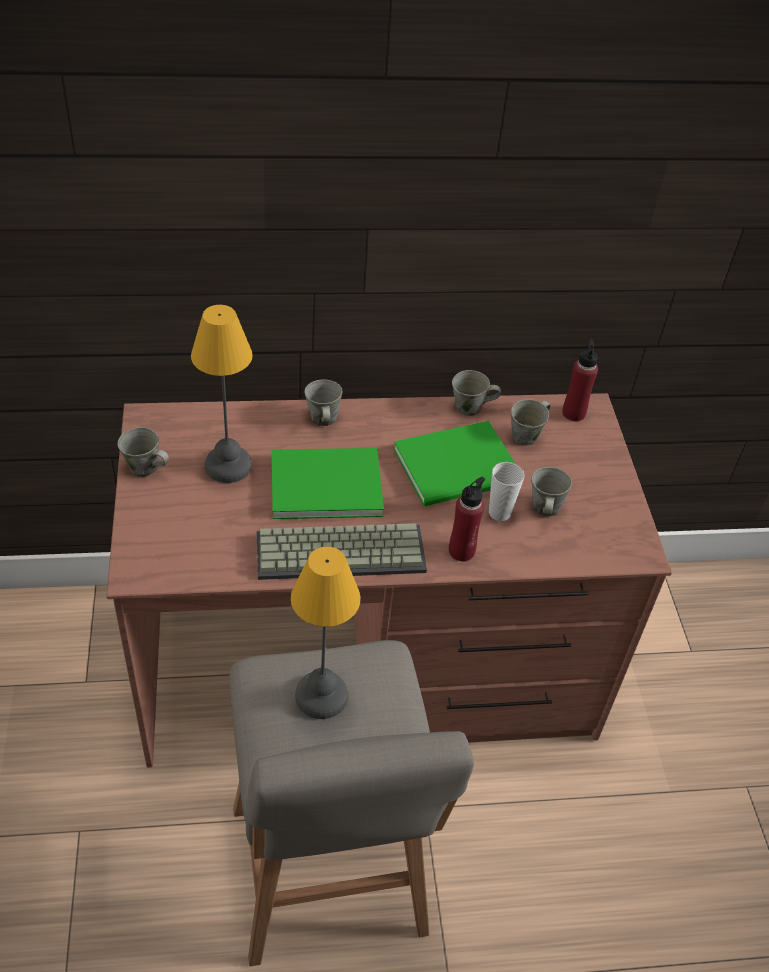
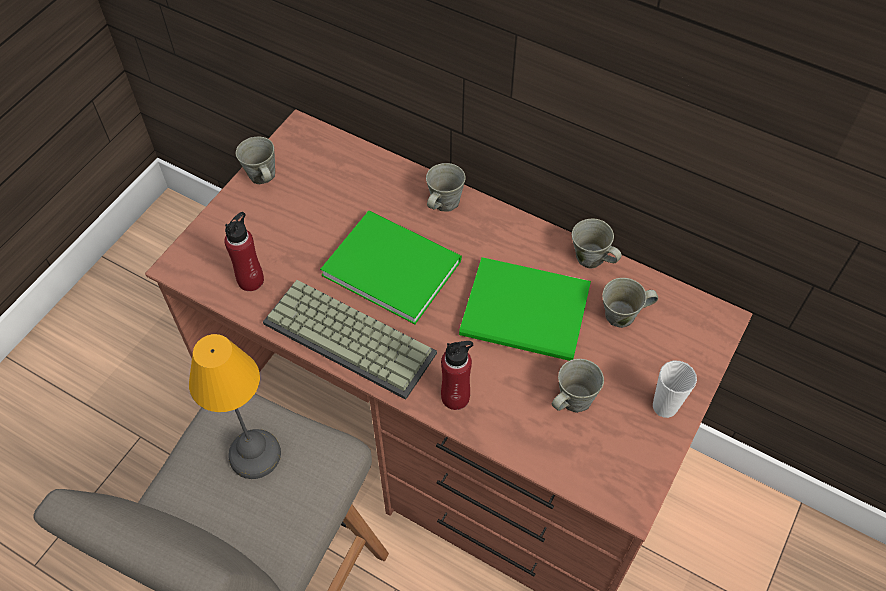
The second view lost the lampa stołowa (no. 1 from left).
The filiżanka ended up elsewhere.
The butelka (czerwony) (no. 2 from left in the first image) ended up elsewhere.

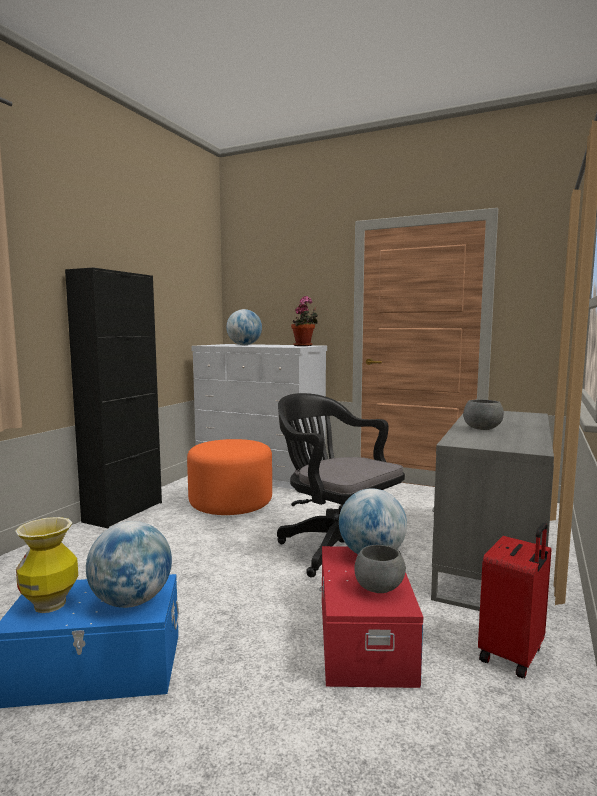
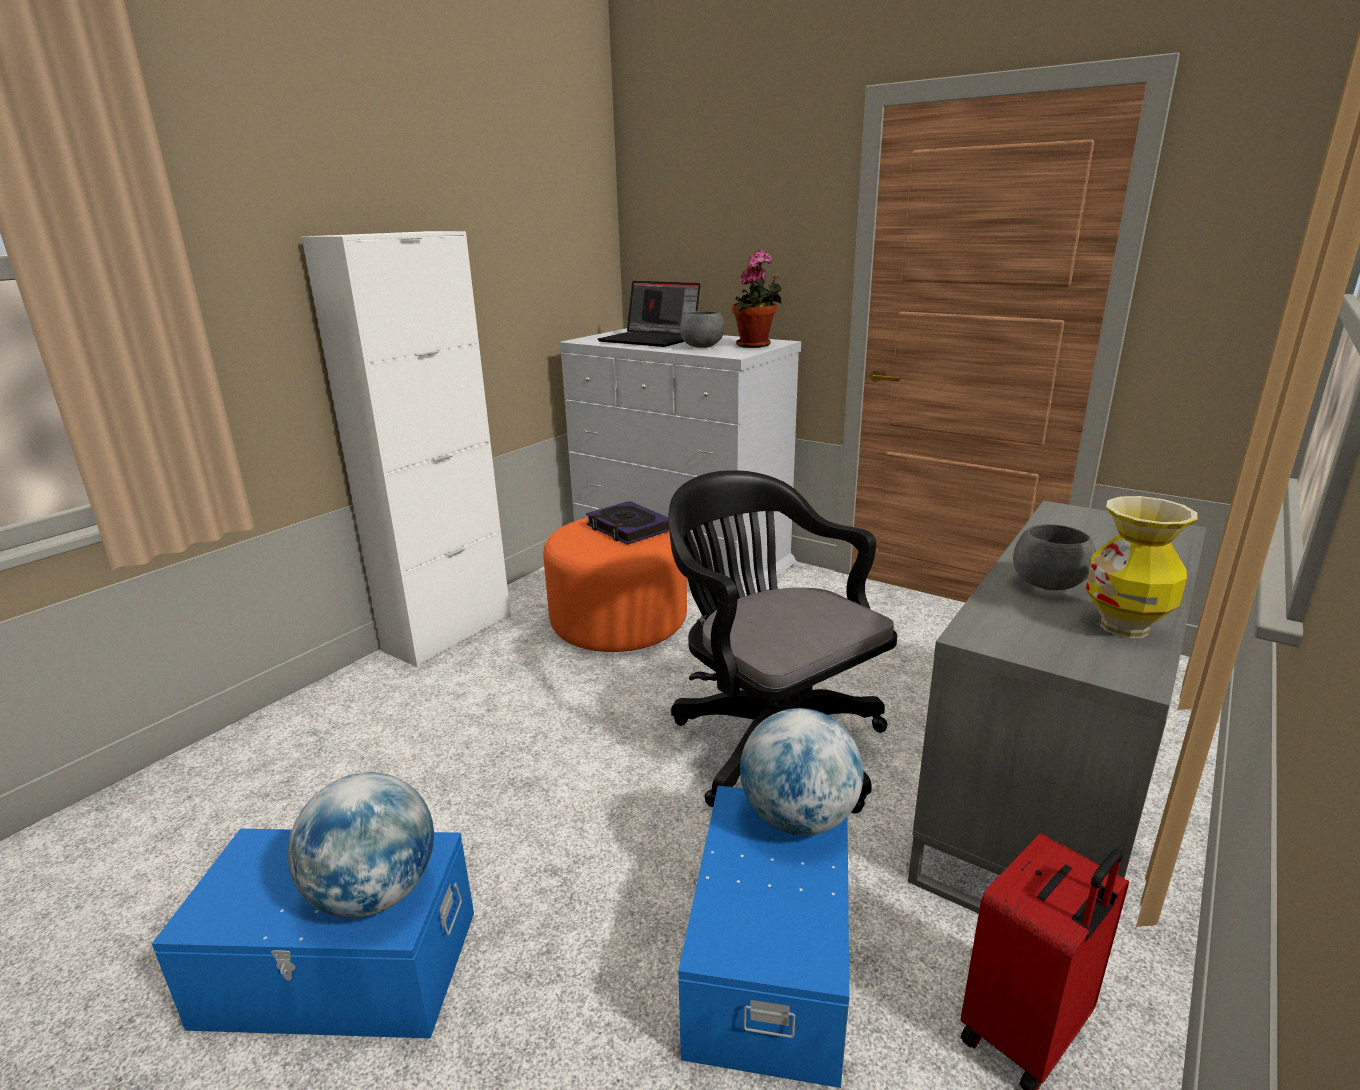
The wazon ended up elsewhere.
What was the szafka (czarny) turned into the szafka (biały).
Where the globus (no. 2 from left) stood, the laptop came to stand.
What was the pojemnik do przechowywania (czerwony) turned into the pojemnik do przechowywania (niebieski) (no. 2 from left).
The miska (szary) (no. 1 from left) ended up elsewhere.
The second view gained the książka.

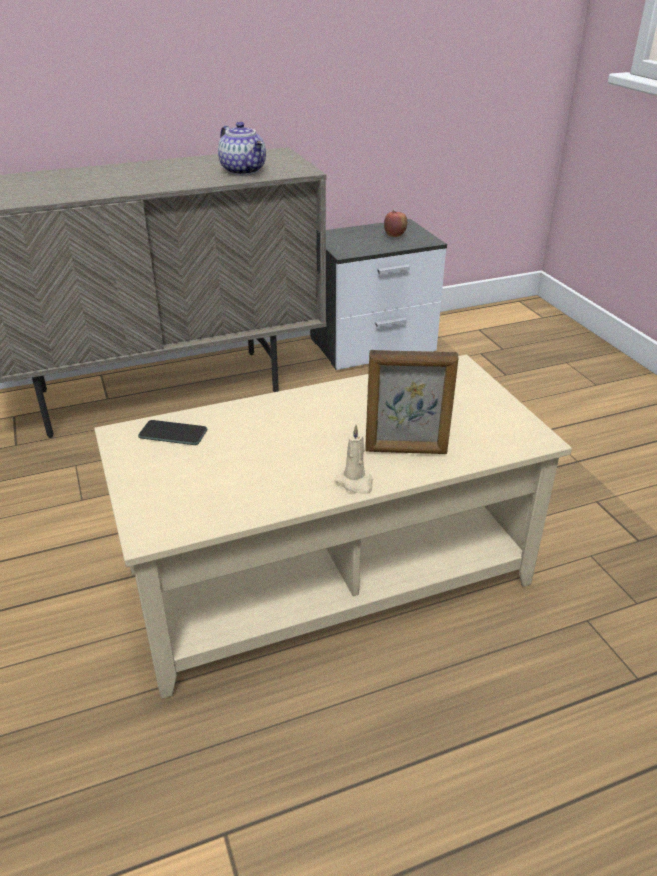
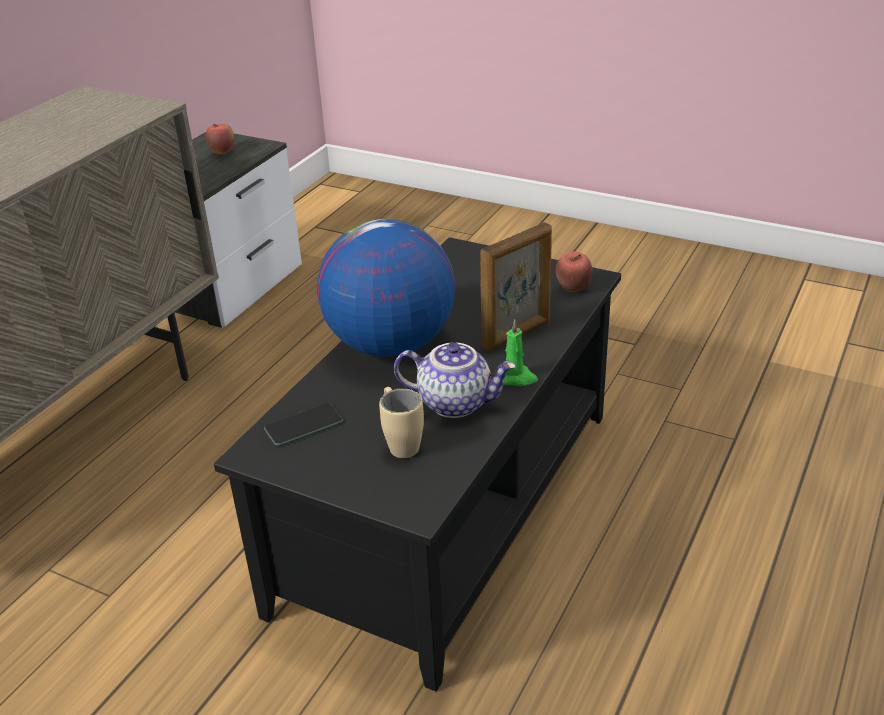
What was the ława (beżowy) turned into the ława (czarny).
The imbryk ended up elsewhere.
What was the świeca (beżowy) turned into the świeca (zielony).
The second view gained the globus.
The second view gained the kubek (beżowy).
The second view gained the jabłko (no. 2 from left).

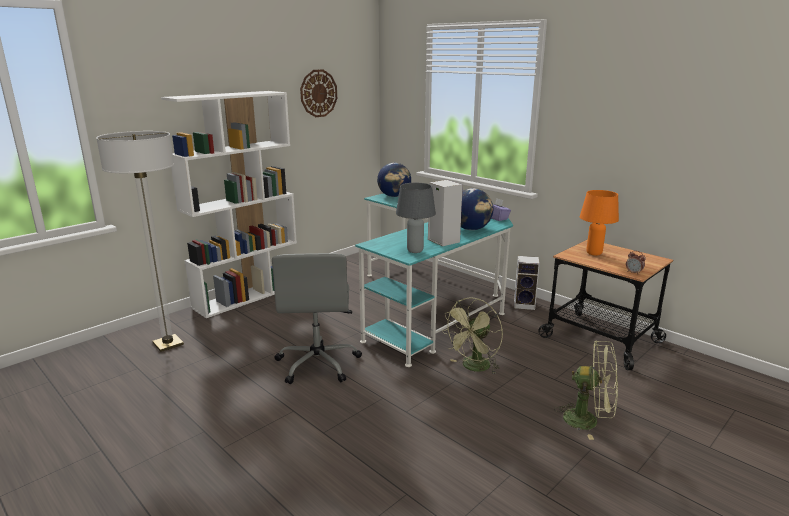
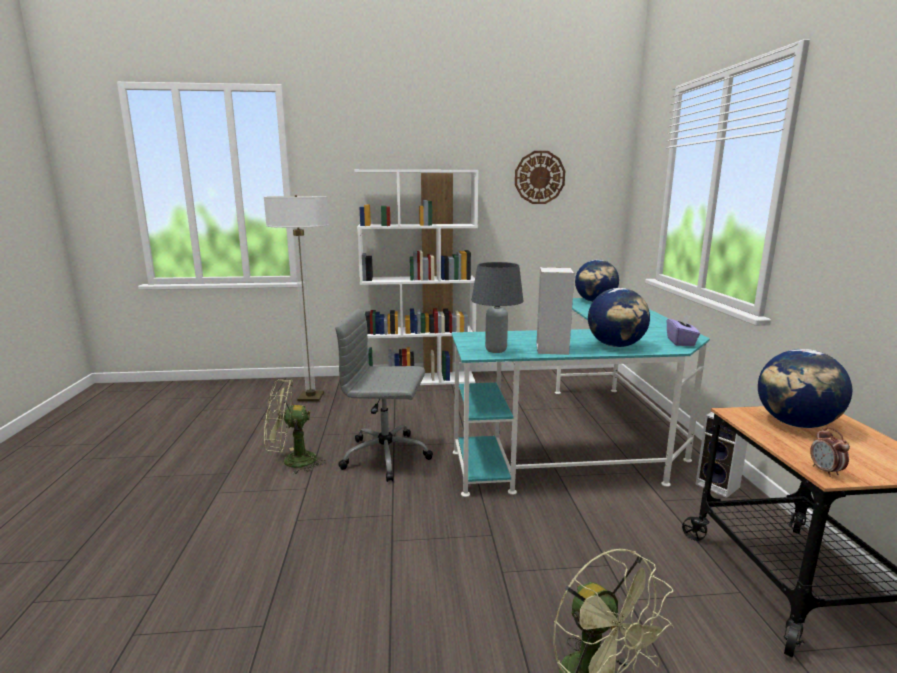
The krzesło biurowe (szary) ended up facing another way, 60 degrees clockwise from before.
The wentylator (zielony) (no. 1 from left) ended up elsewhere.
Where the lampa stołowa (pomarańczowy) stood, the globus (no. 3 from left) came to stand.

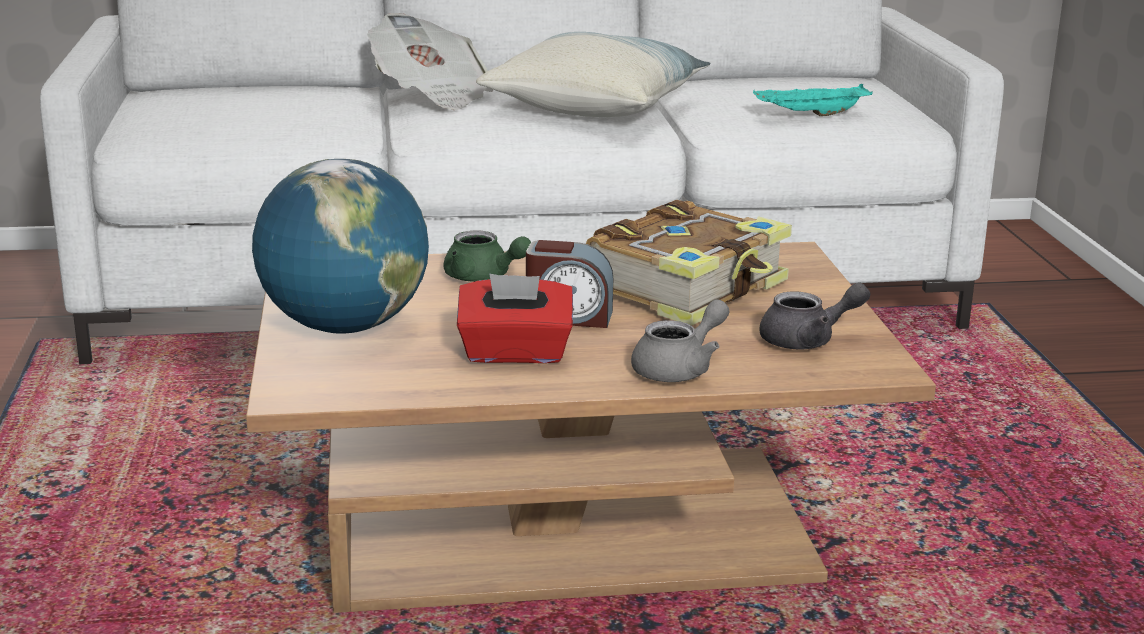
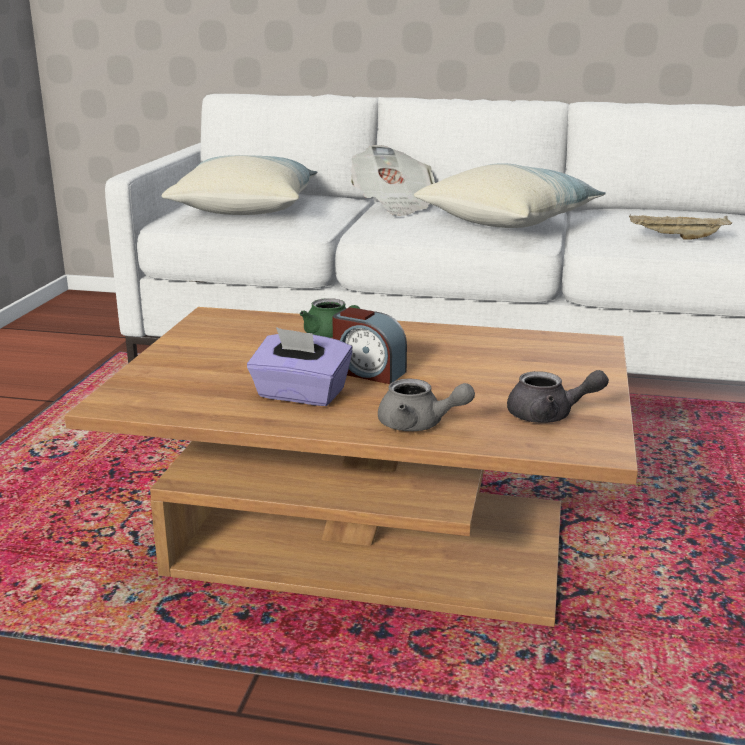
The second view lost the globus.
What was the pudełko chusteczek (czerwony) turned into the pudełko chusteczek (fioletowy).
The second view lost the książka.
The imbryk (szary) (no. 1 from left) ended up facing another way, 45 degrees clockwise from before.
What was the taca (turkusowy) turned into the taca (beżowy).
The second view gained the poduszka (no. 1 from left).

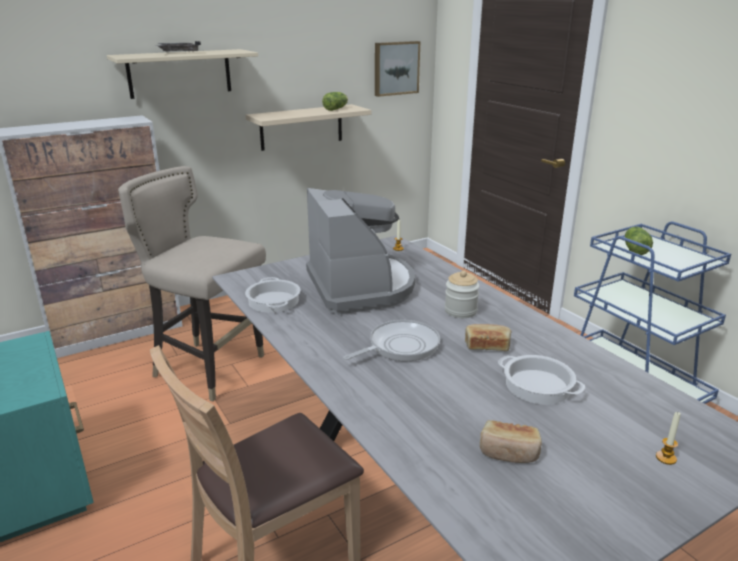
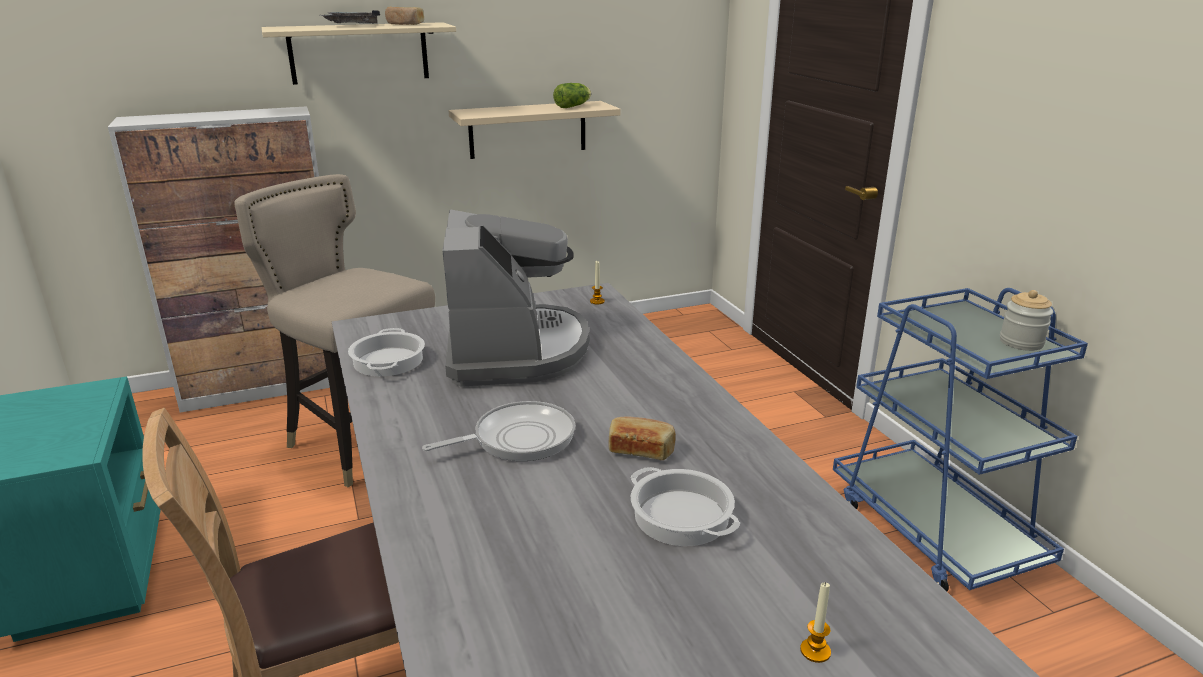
The second view lost the obraz.
The słoik ended up elsewhere.
The chleb (no. 2 from left in the first image) ended up elsewhere.
The second view lost the sałata (no. 2 from left).

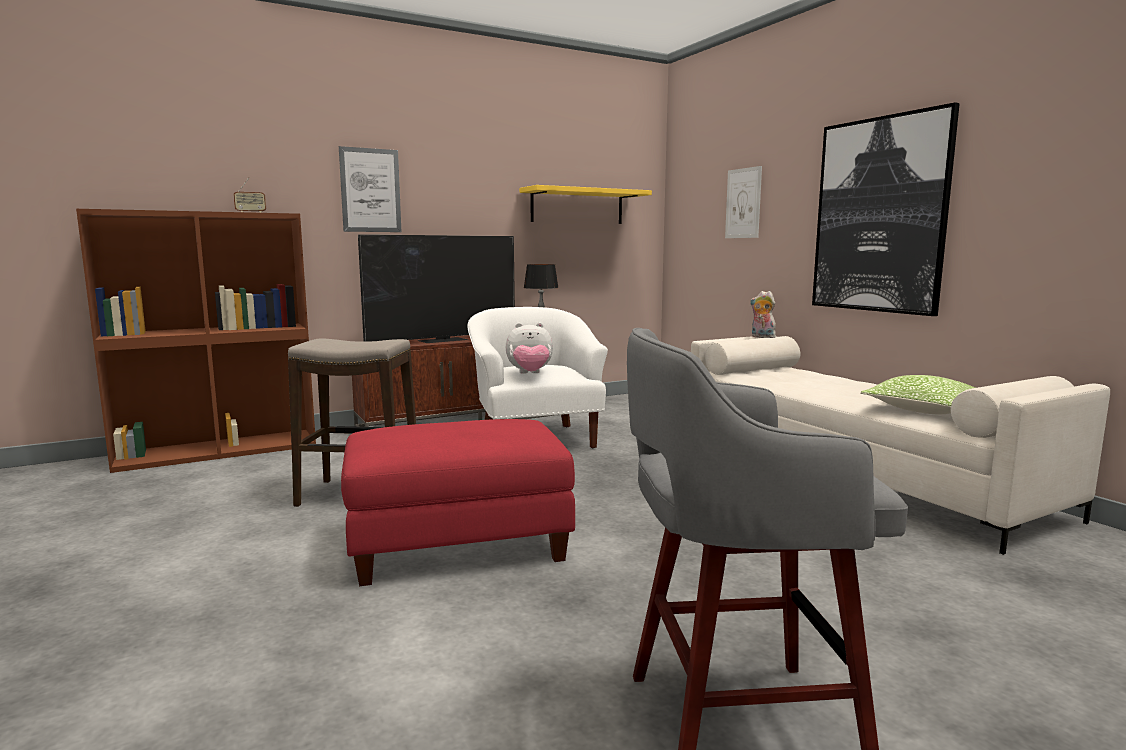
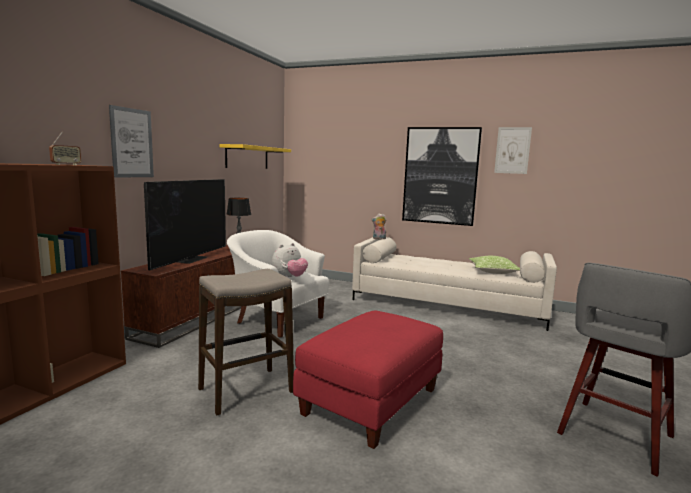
The obraz (no. 2 from left in the first image) ended up elsewhere.

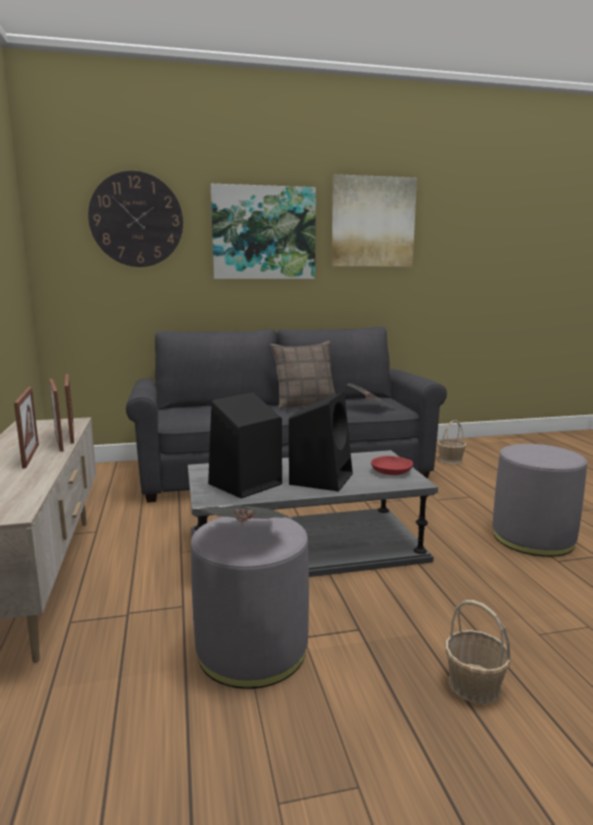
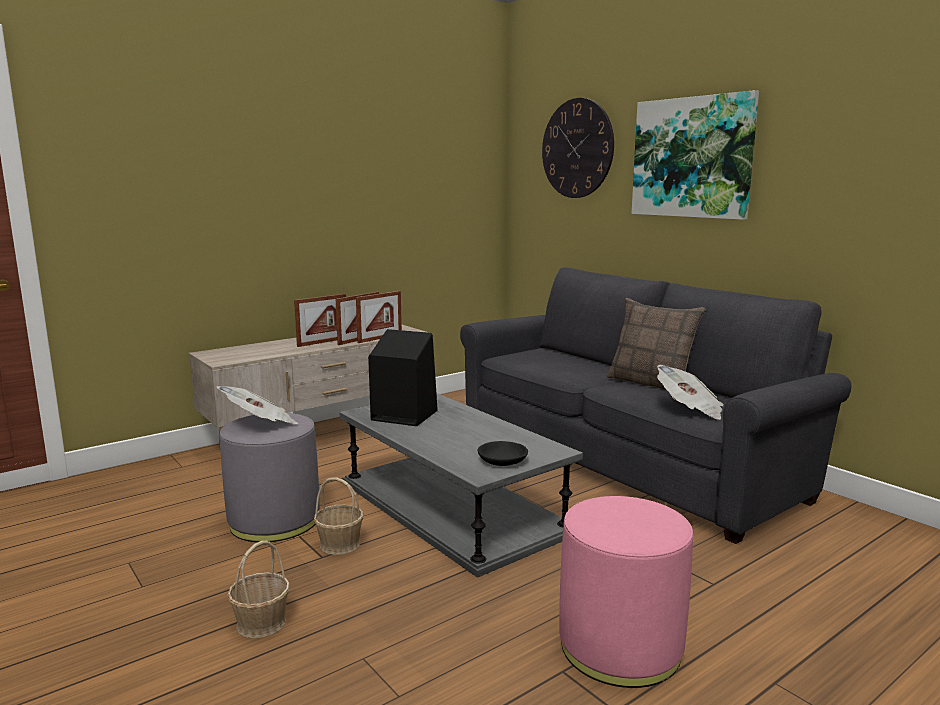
The second view lost the głośnik (czarny) (no. 2 from left).
The second view lost the obraz (no. 2 from left).
What was the miska (czerwony) turned into the miska (czarny).
The koszyk (no. 1 from left in the first image) ended up elsewhere.
What was the pufa (szary) (no. 2 from left) turned into the pufa (różowy).

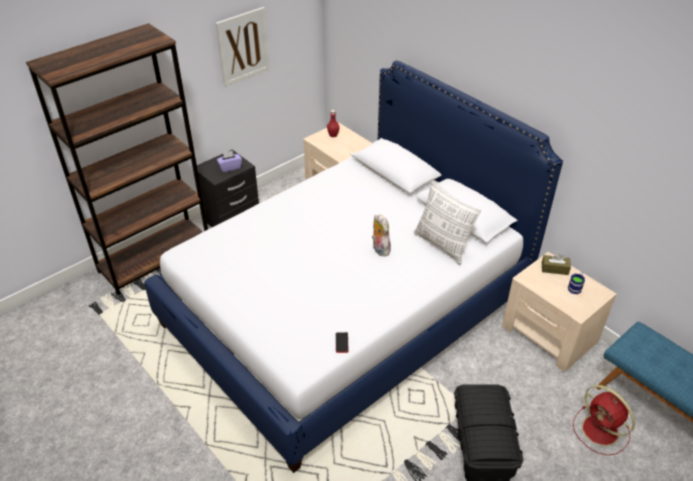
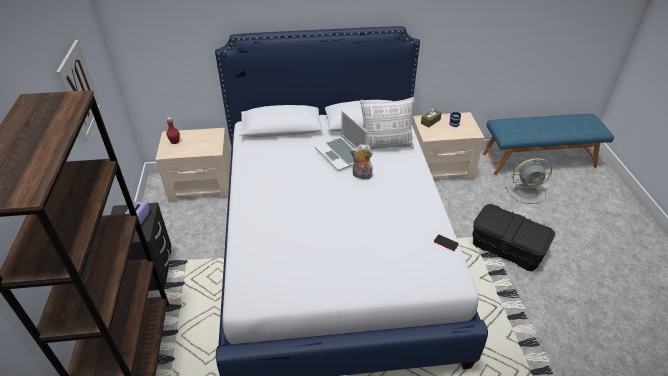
What was the wentylator (czerwony) turned into the wentylator (szary).
The second view gained the laptop.

